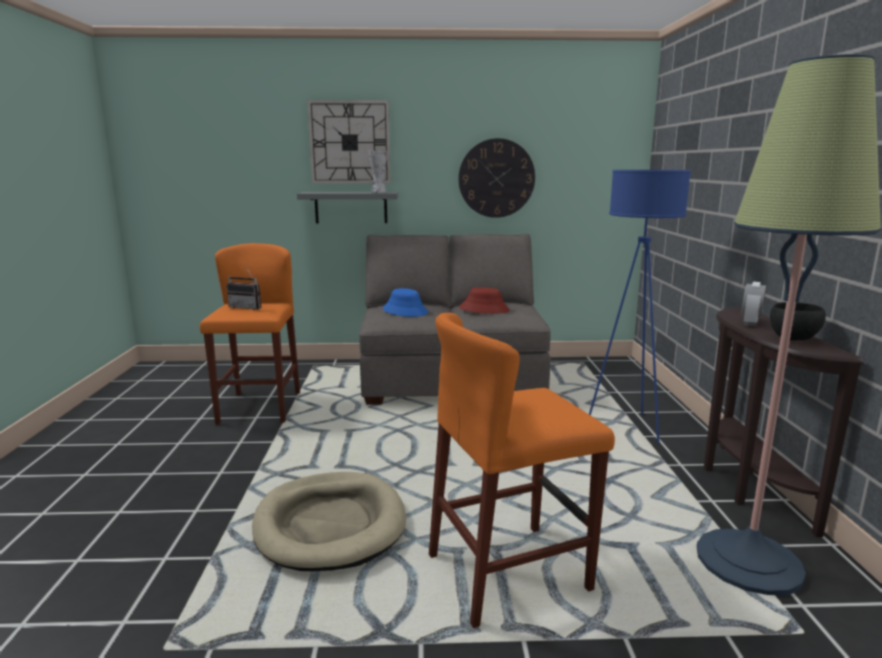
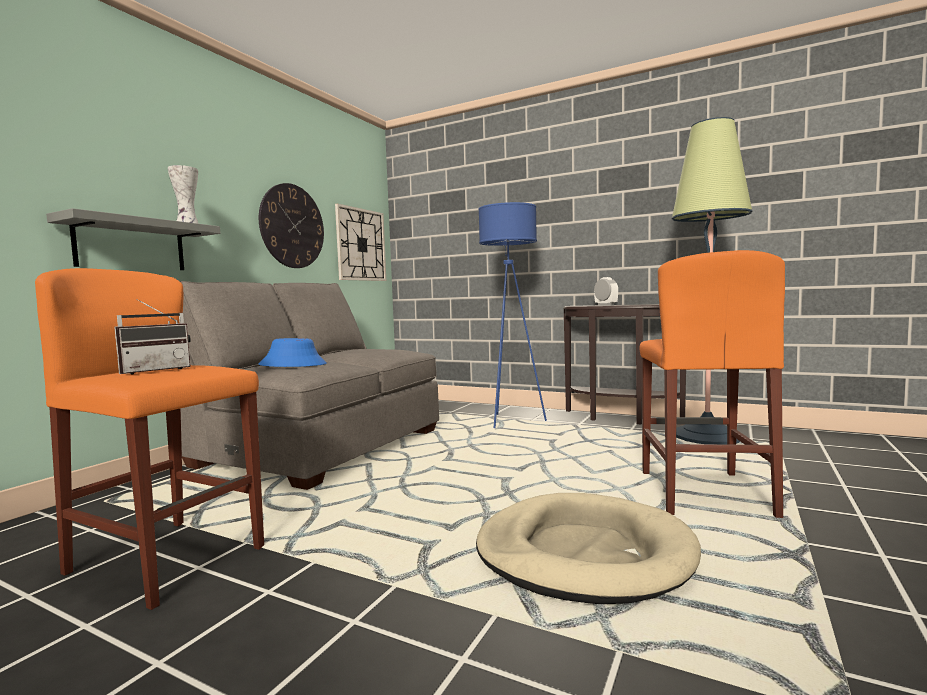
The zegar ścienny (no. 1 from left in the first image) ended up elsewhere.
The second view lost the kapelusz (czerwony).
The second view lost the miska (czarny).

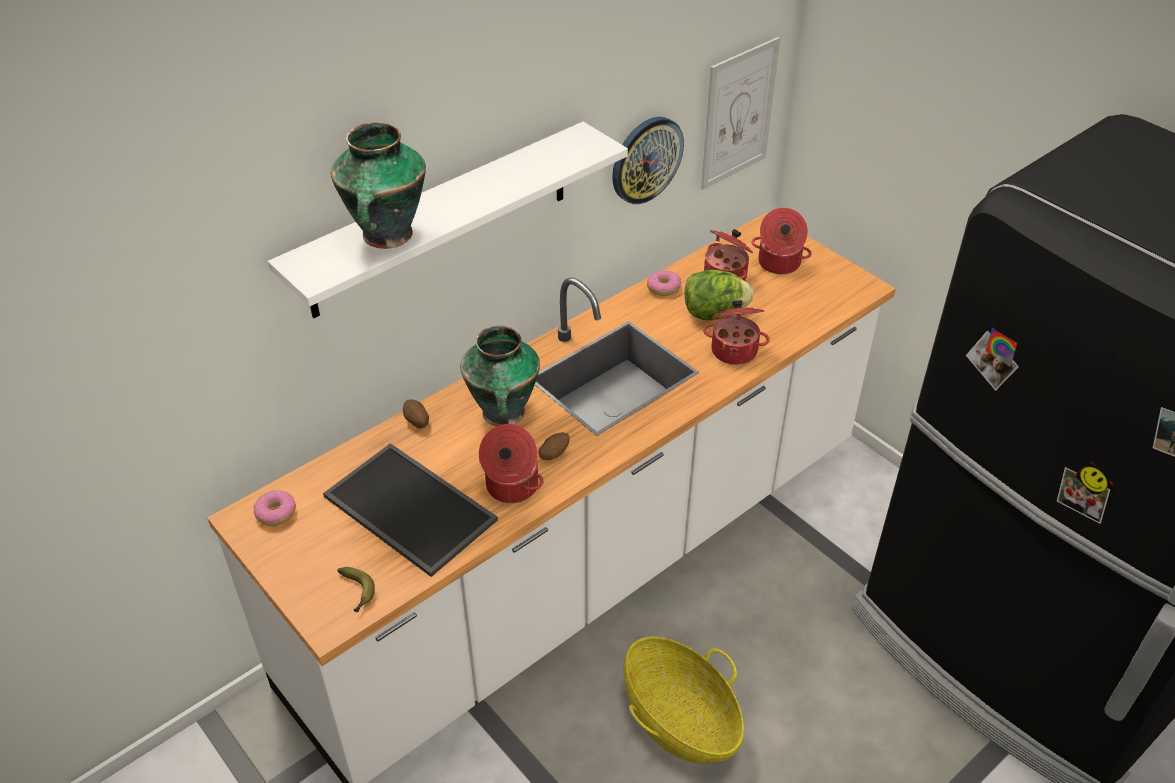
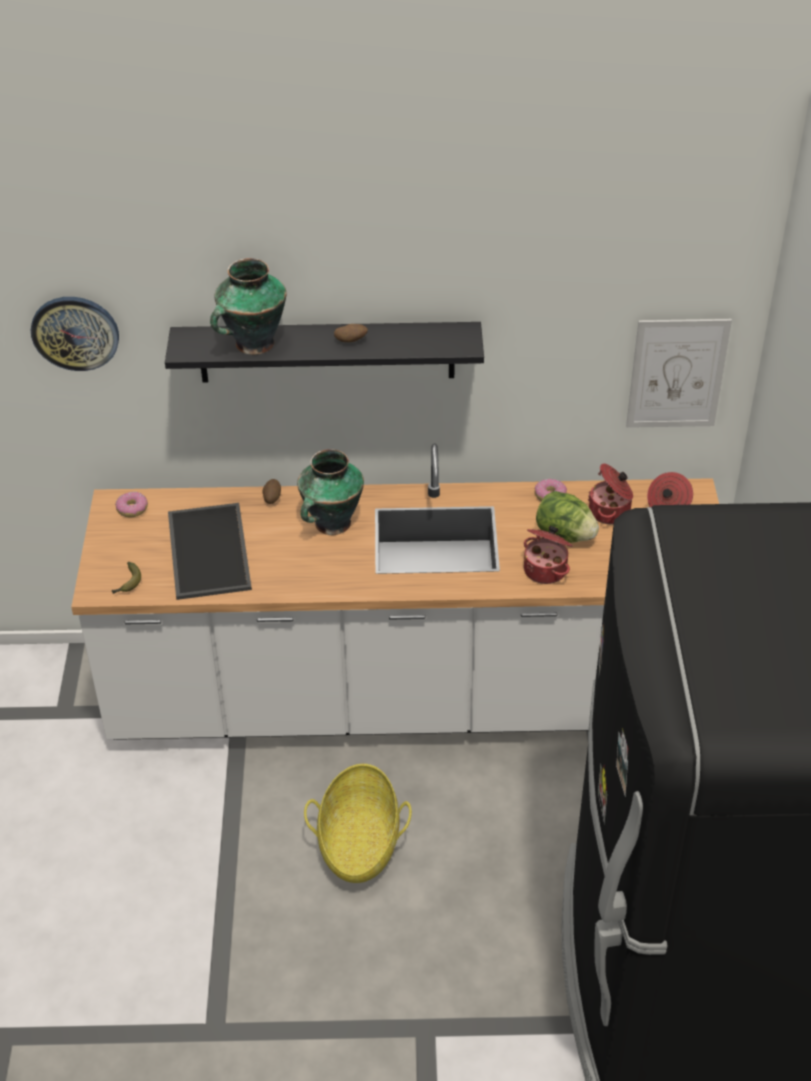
What was the półka (biały) turned into the półka (czarny).
The second view lost the garnek (no. 1 from left).
The ziemniak (no. 2 from left) ended up elsewhere.
The zegar ścienny ended up elsewhere.

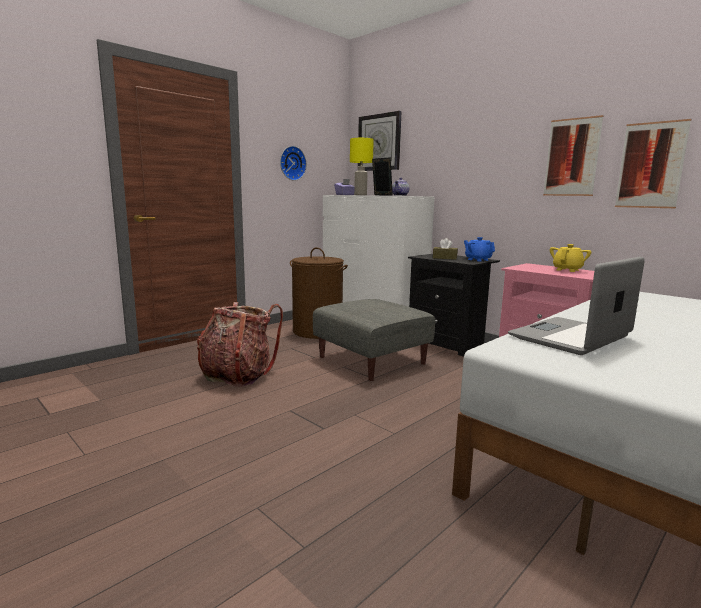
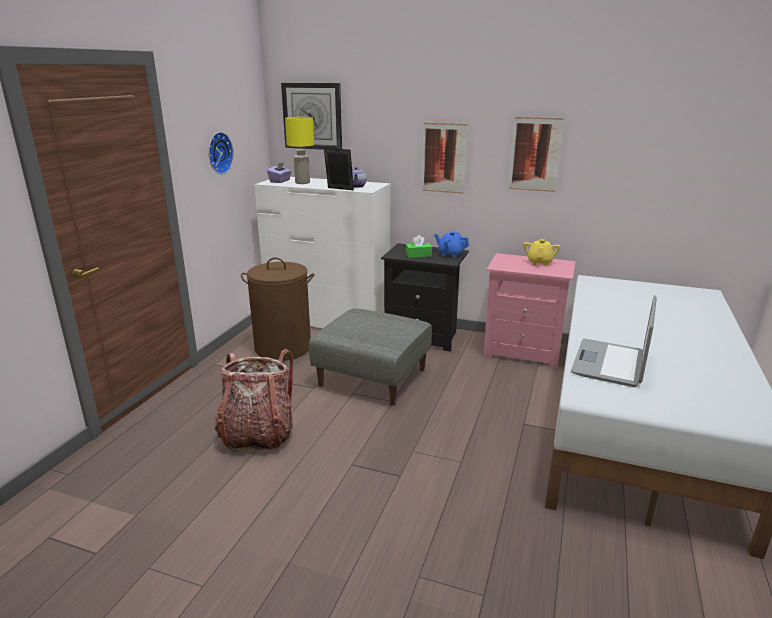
What was the pudełko chusteczek (brązowy) turned into the pudełko chusteczek (zielony).
The obraz (no. 2 from left in the first image) ended up elsewhere.

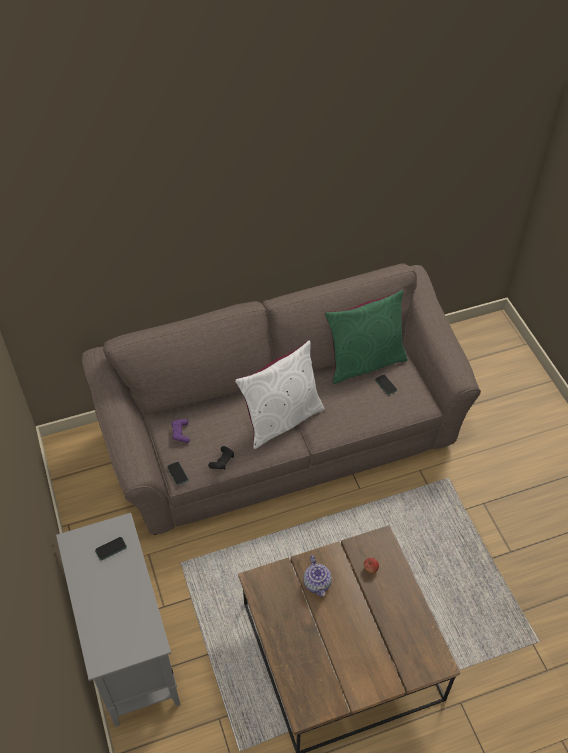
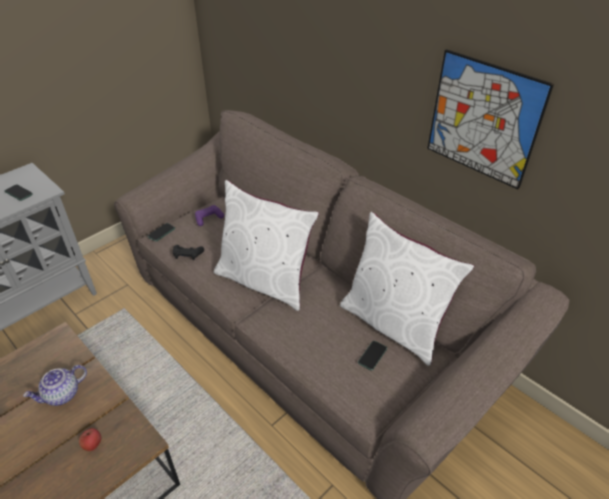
What was the poduszka (zielony) turned into the poduszka (biały) (no. 2 from left).
The second view gained the obraz.

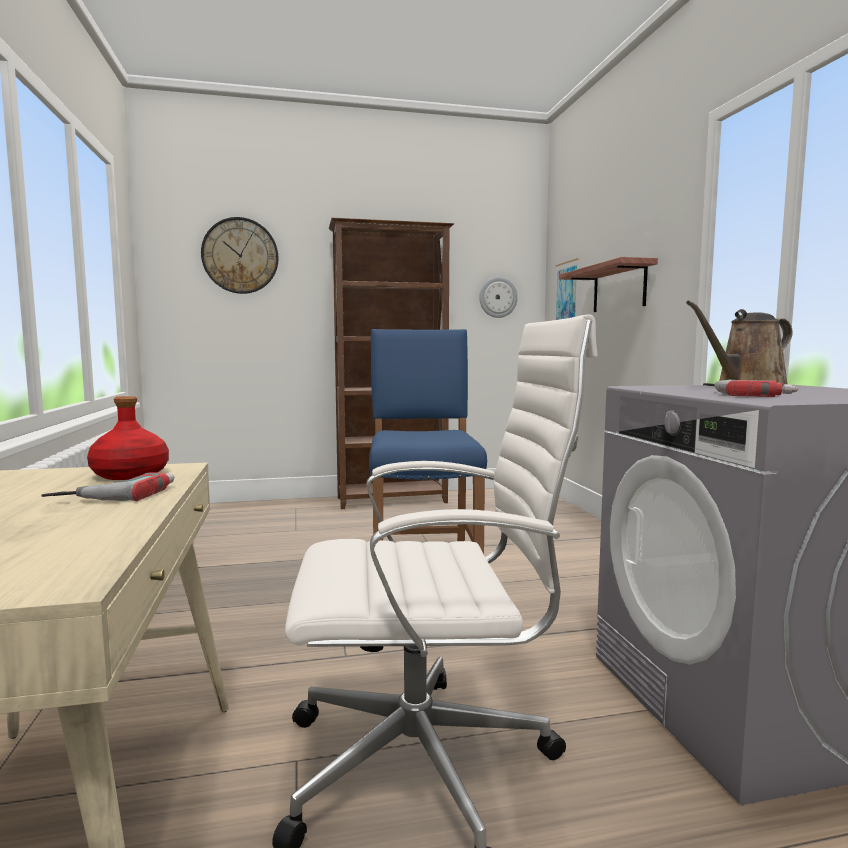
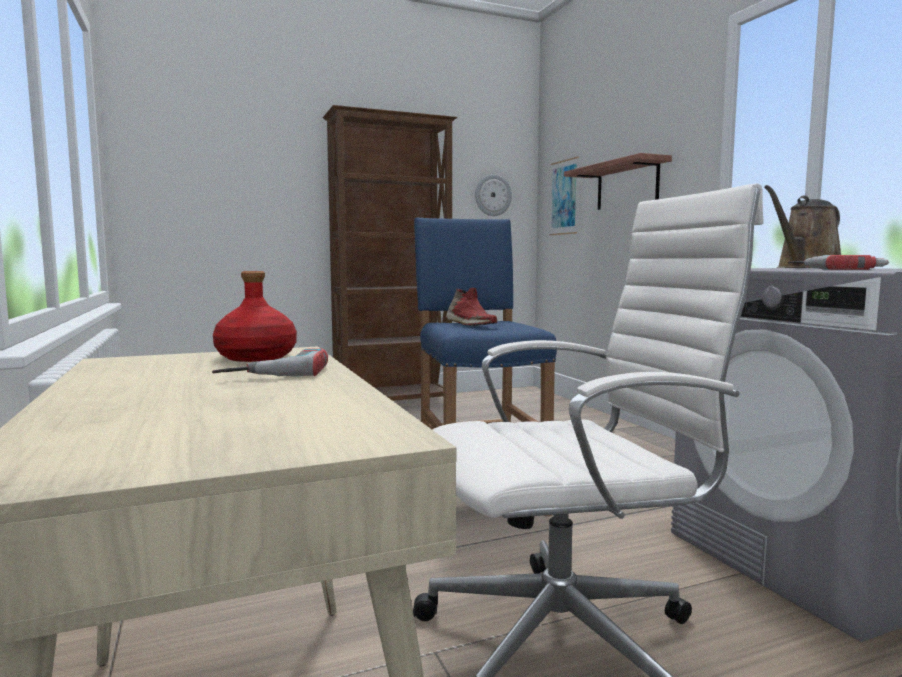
The second view lost the zegar ścienny (no. 1 from left).
The second view gained the but (czerwony).

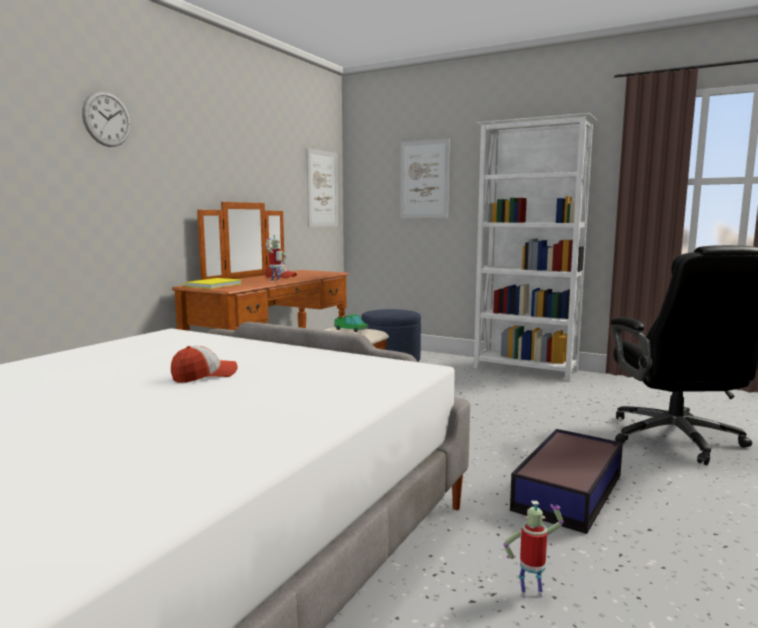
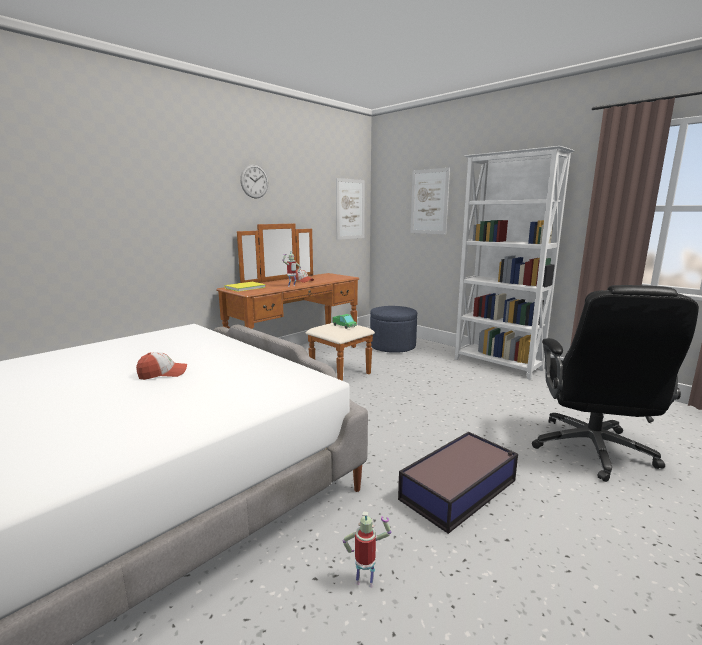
The zegar ścienny ended up elsewhere.

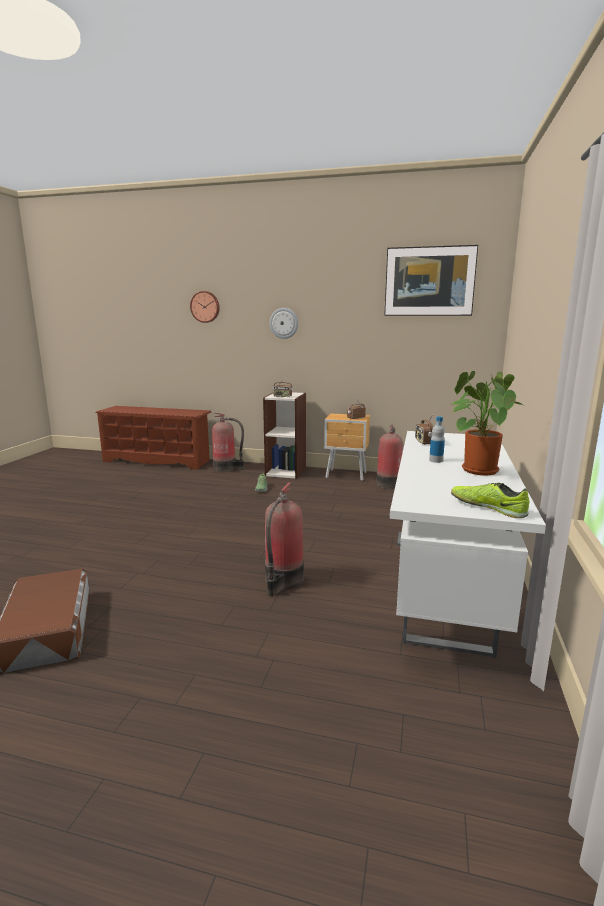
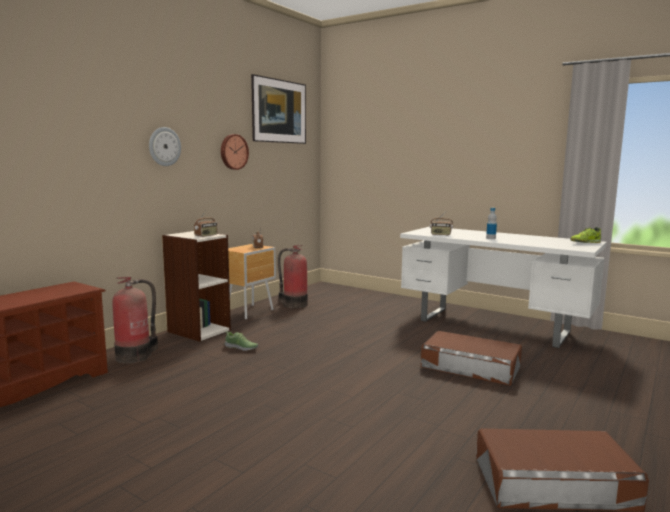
The zegar ścienny (no. 1 from left in the first image) ended up elsewhere.
Where the gaśnica (no. 2 from left) stood, the pojemnik do przechowywania (brązowy) (no. 1 from left) came to stand.
The second view lost the roślina doniczkowa.

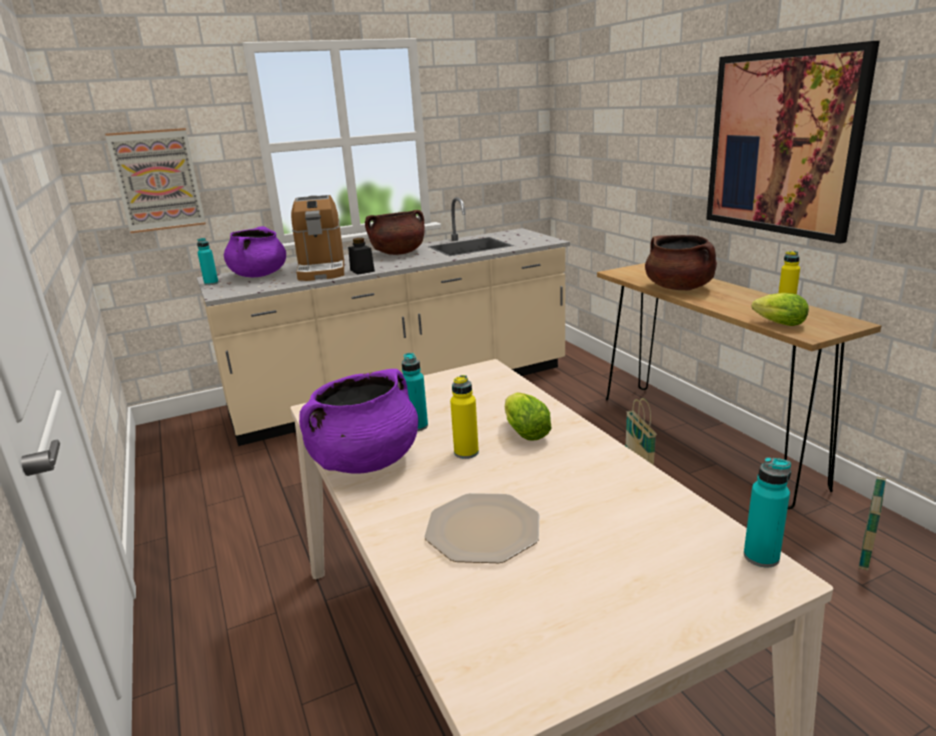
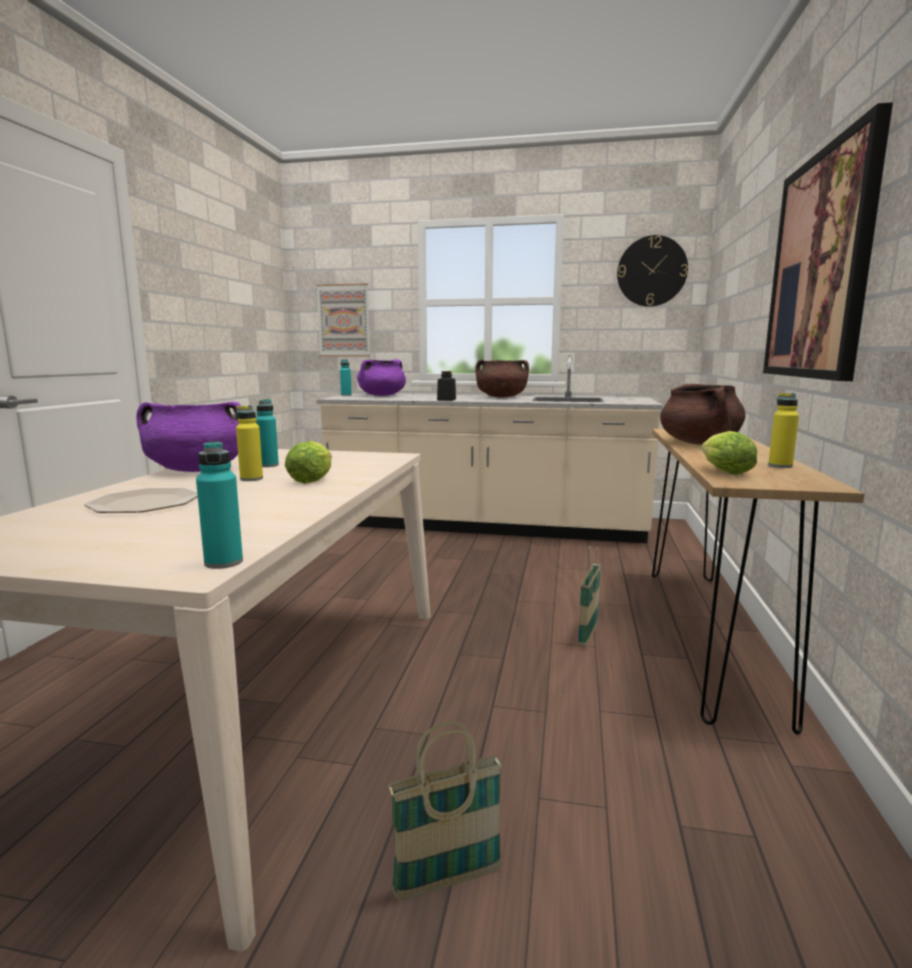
The second view lost the ekspres do kawy.
The koszyk (no. 2 from left in the first image) ended up elsewhere.
The second view gained the zegar ścienny.

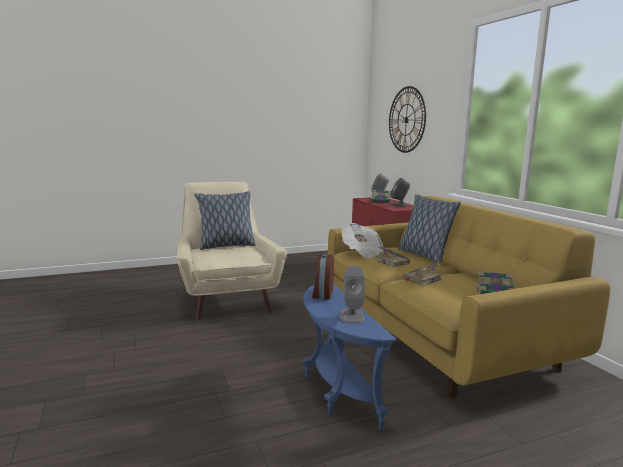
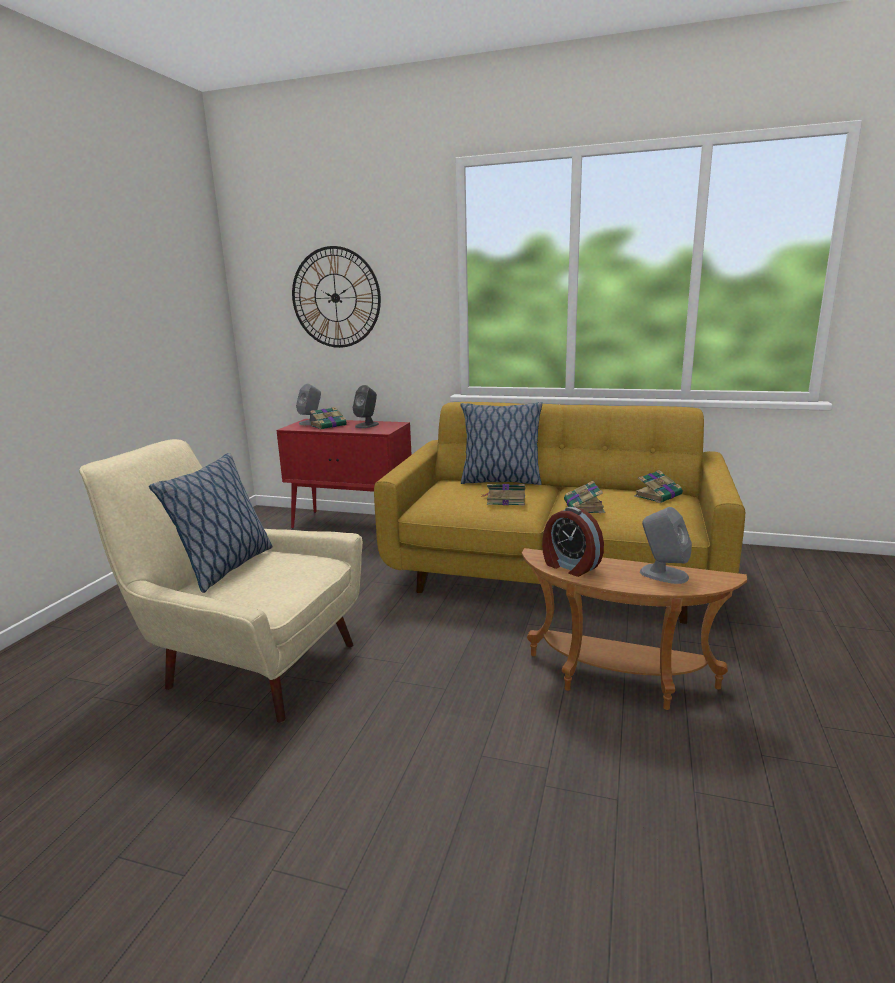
What was the stolik (niebieski) turned into the stolik (brązowy).
The second view lost the gazeta.

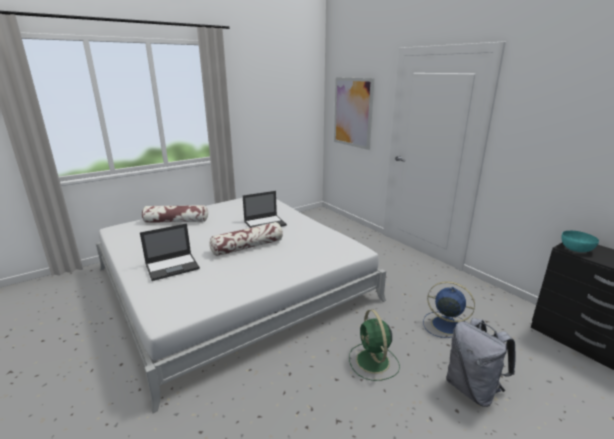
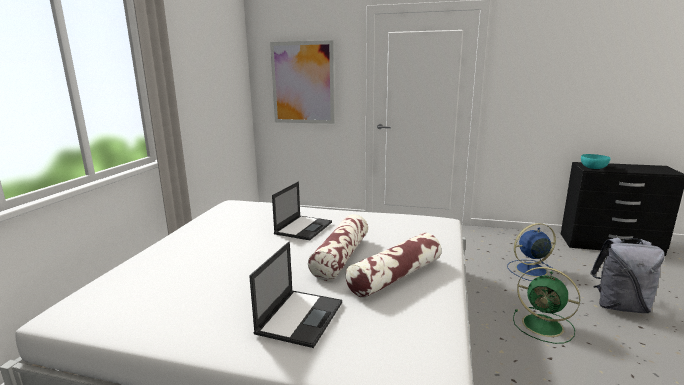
The poduszka (no. 1 from left in the first image) ended up elsewhere.

